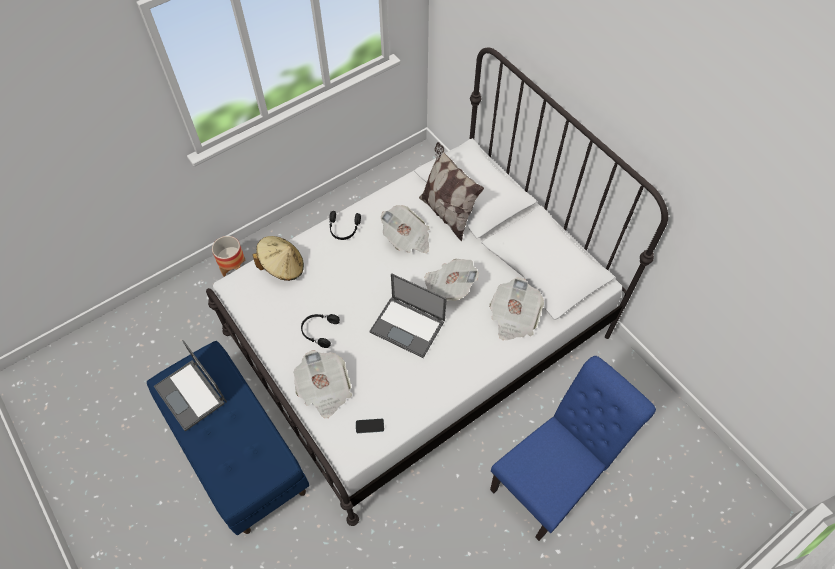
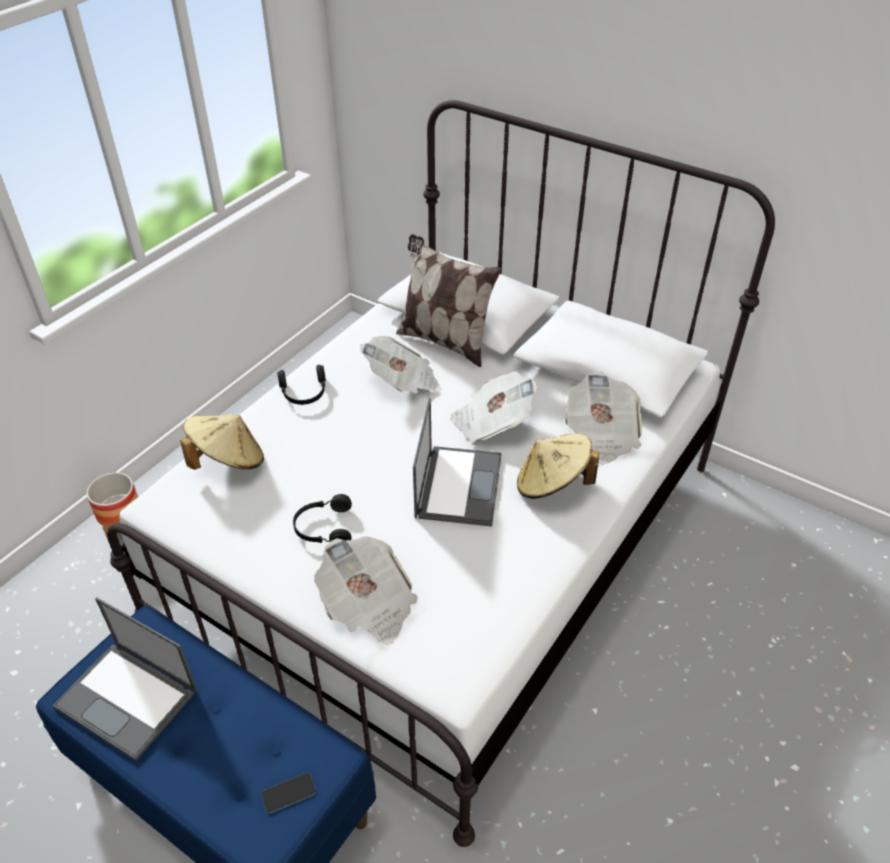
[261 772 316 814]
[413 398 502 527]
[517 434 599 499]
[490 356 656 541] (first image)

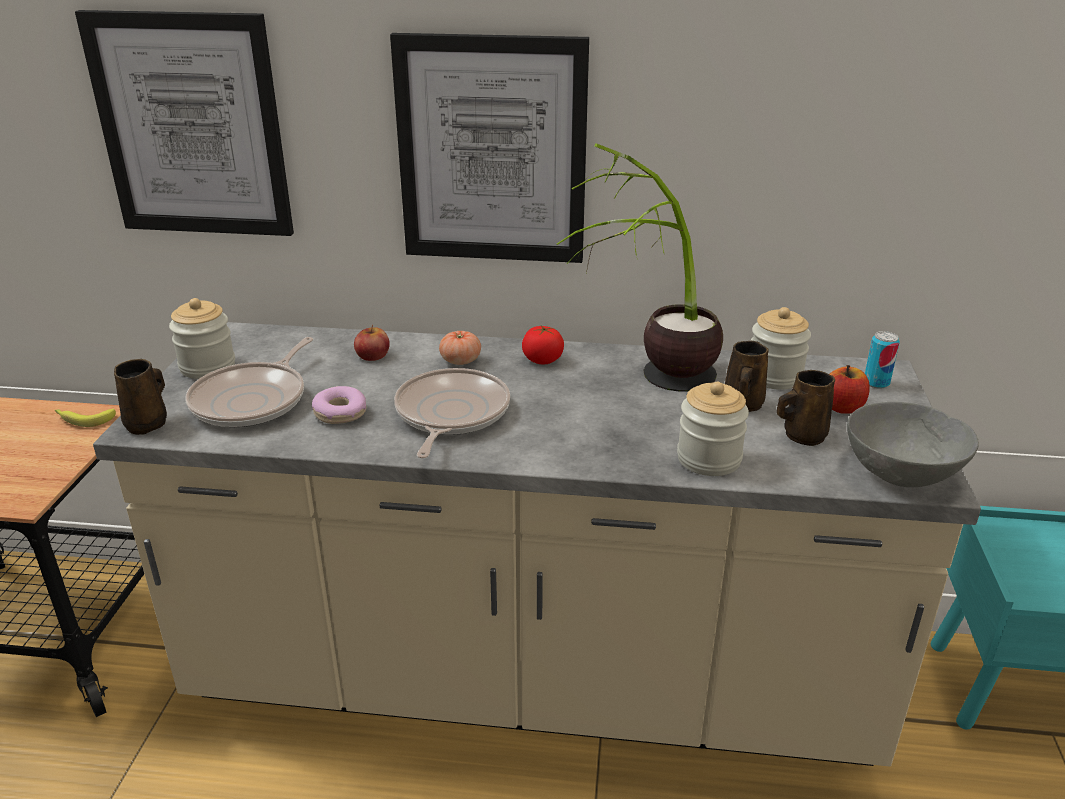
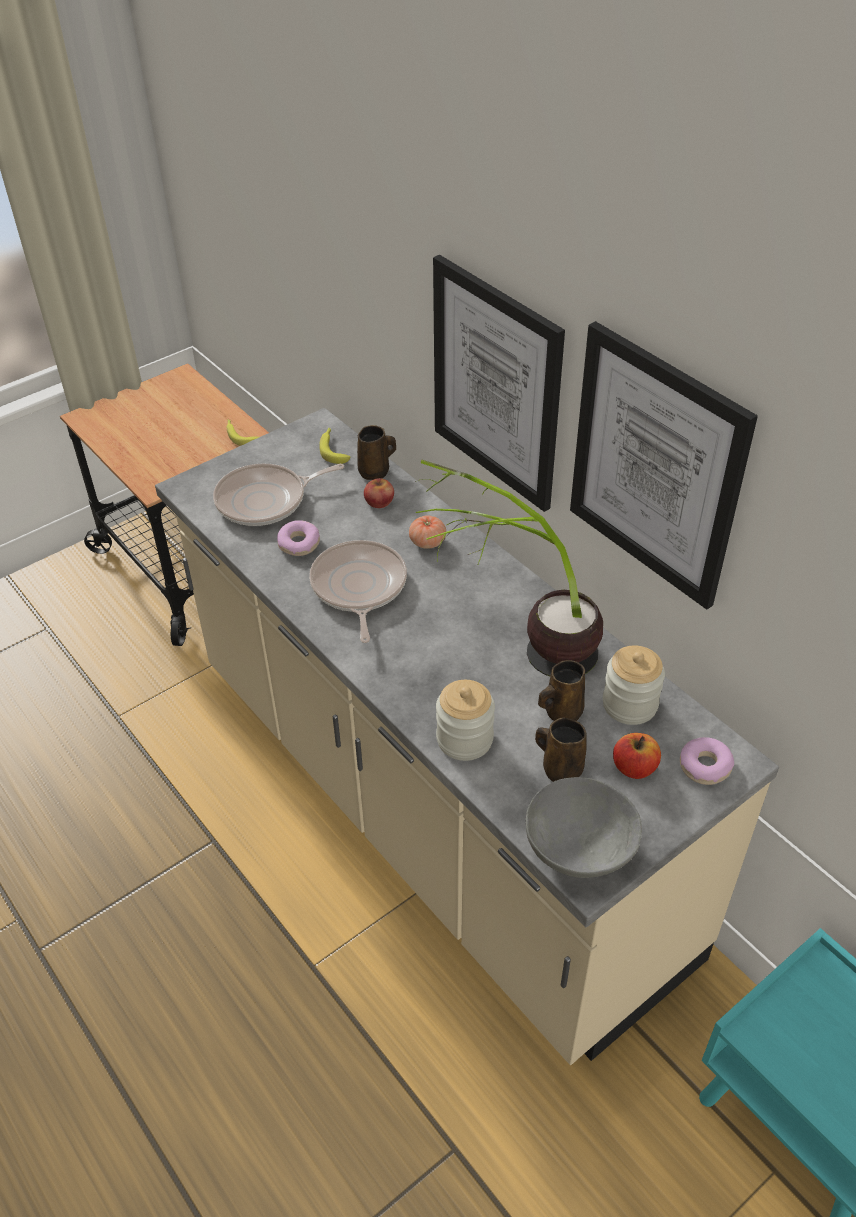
[309 540 407 643]
[319 428 350 464]
[357 425 396 480]
[570 321 758 610]
[680 737 734 785]
[169 298 235 379] (first image)
[522 326 564 365] (first image)

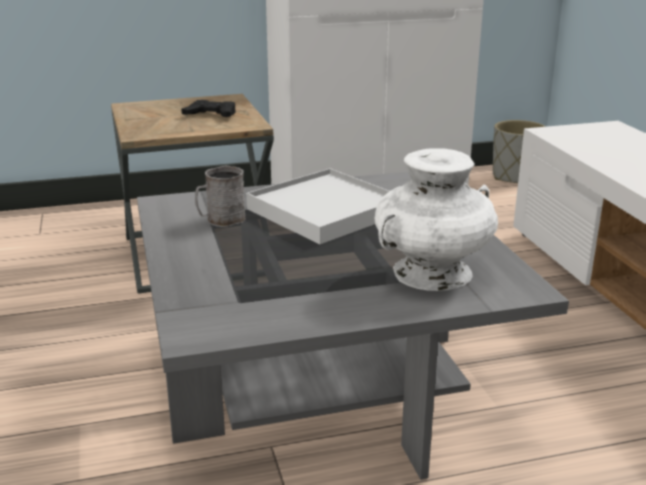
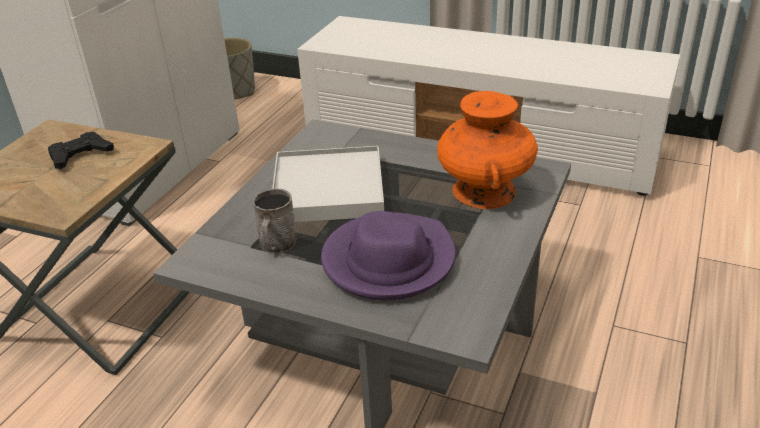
[321 211 456 300]
[437 91 538 209]

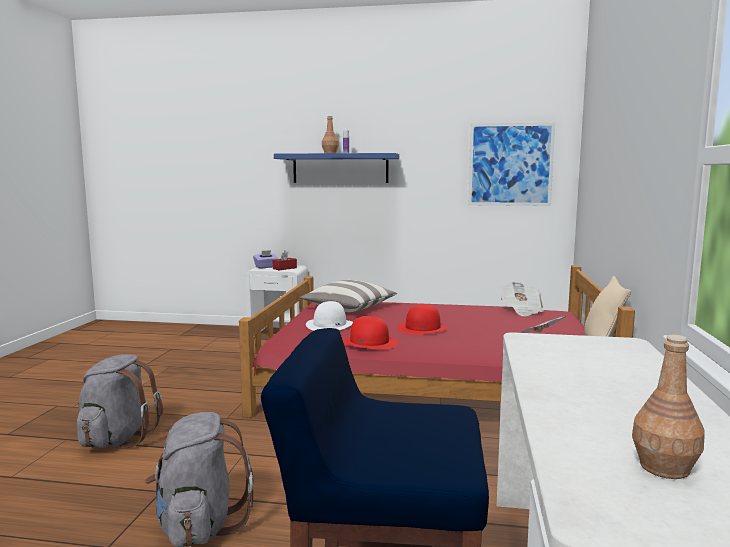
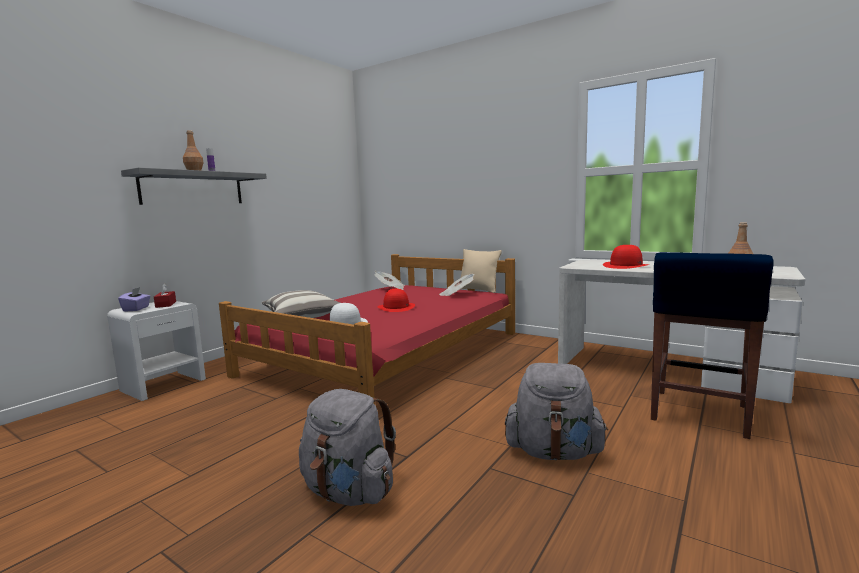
[121 167 267 205]
[603 245 649 269]
[468 122 555 206] (first image)

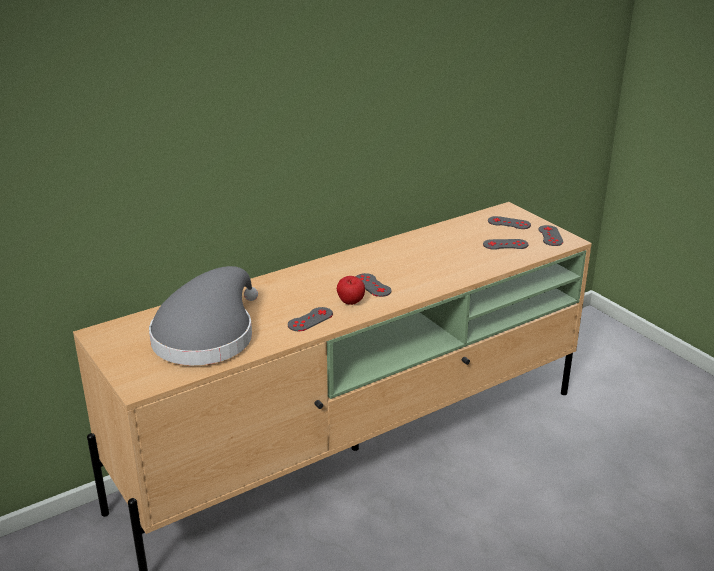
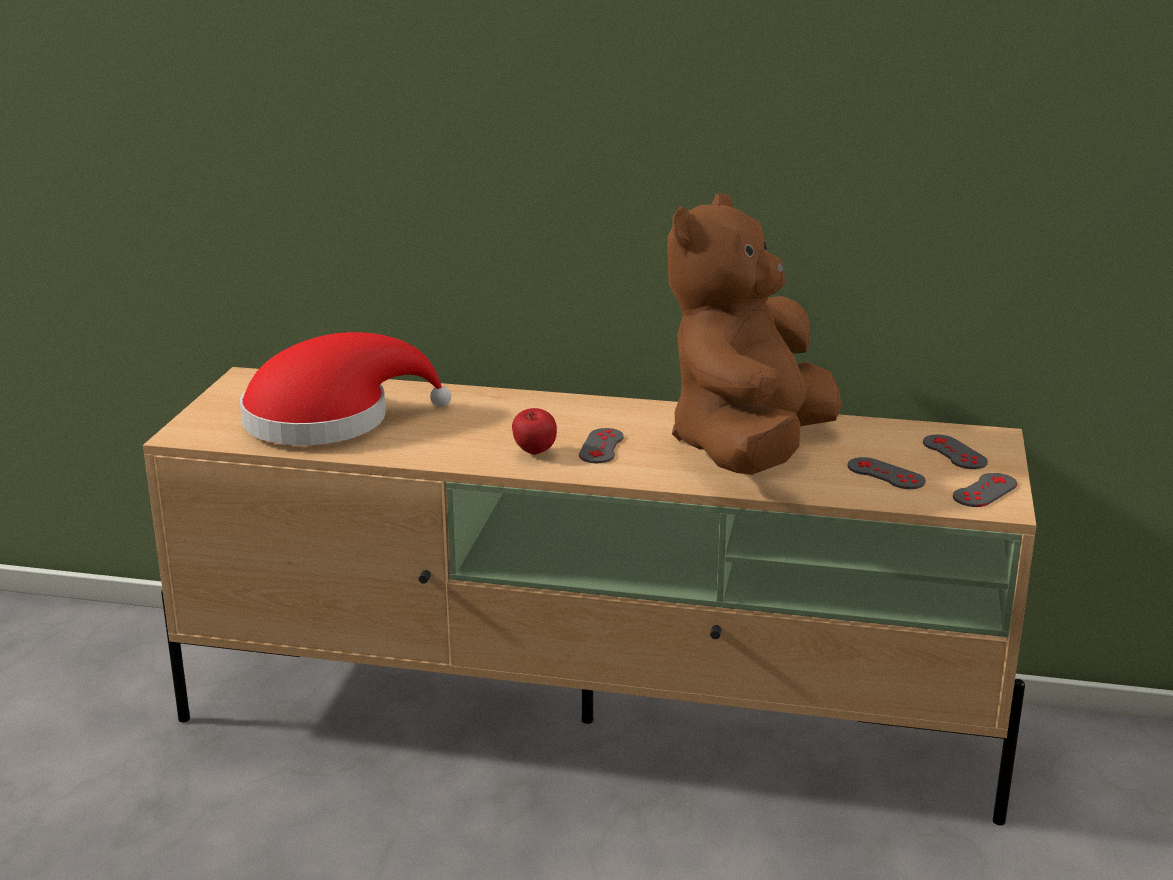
[240 332 451 445]
[668 193 842 475]
[288 307 333 331] (first image)

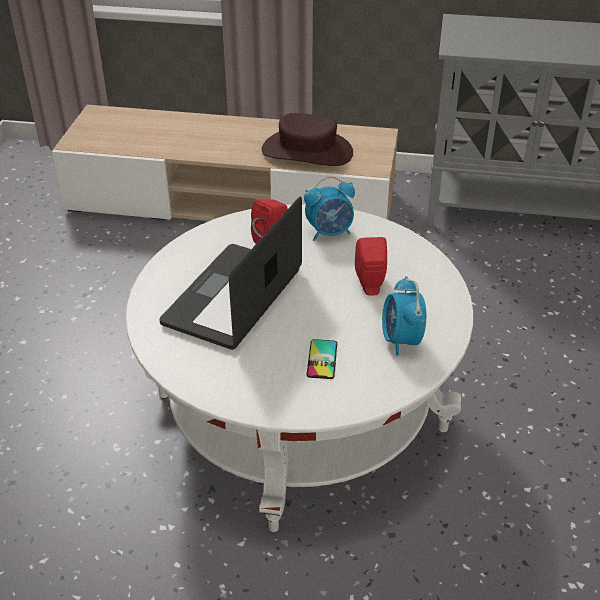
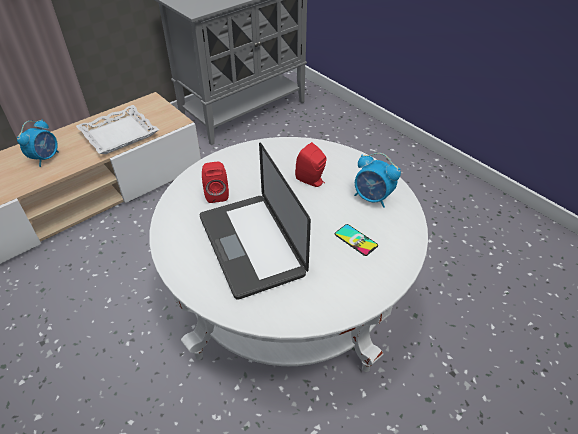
[17 119 59 167]
[76 105 159 154]

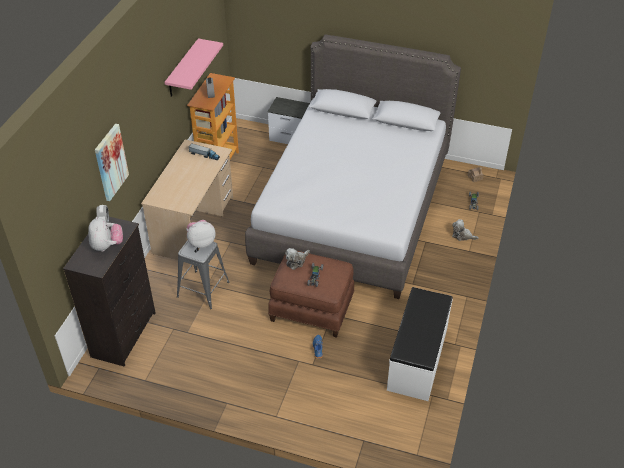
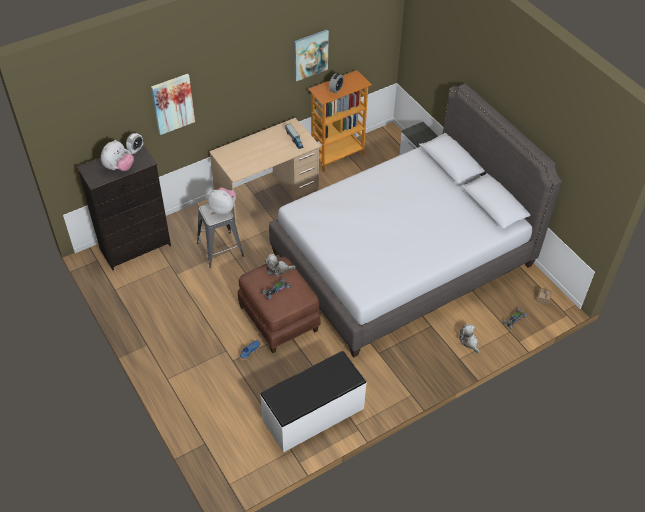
[294 30 329 81]

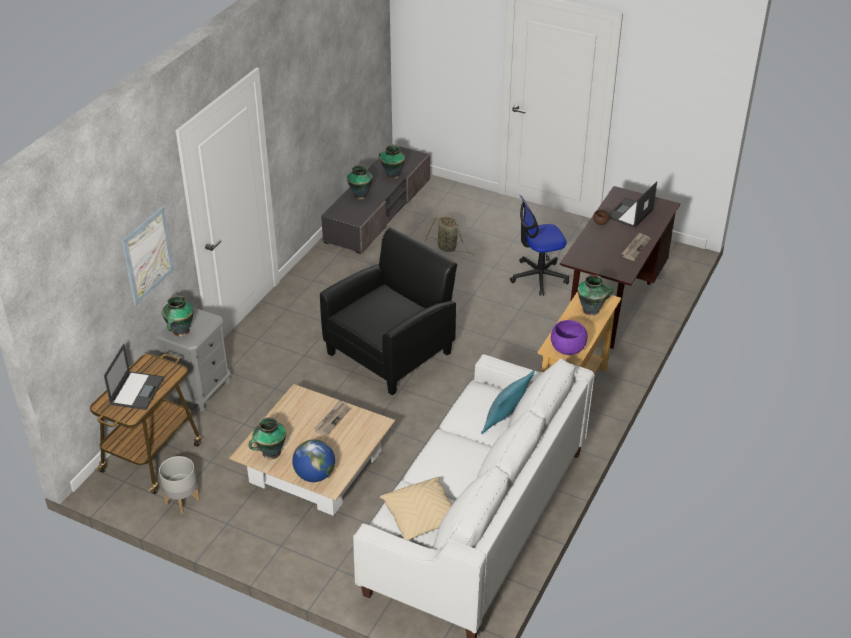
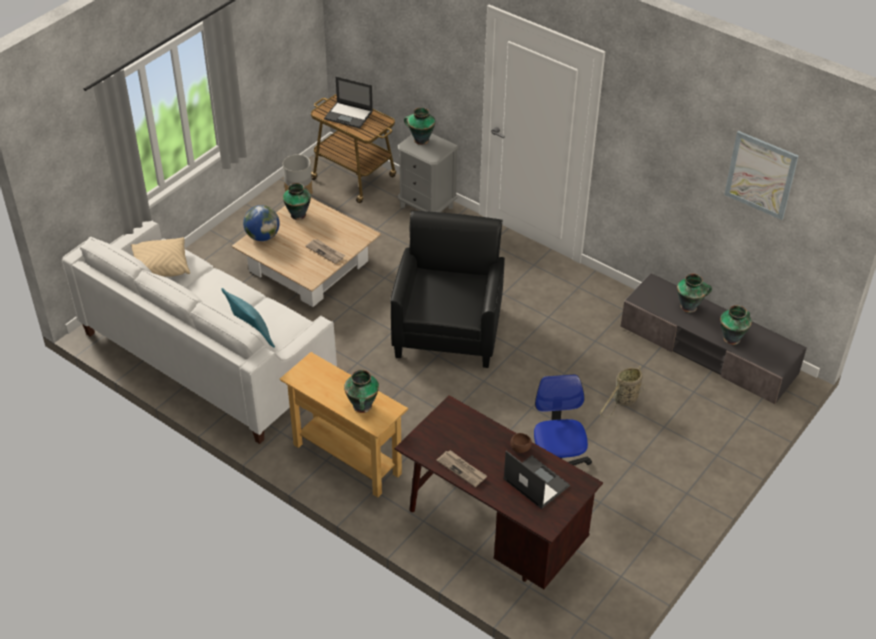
[390 211 505 368]
[724 131 799 220]
[551 320 587 355] (first image)

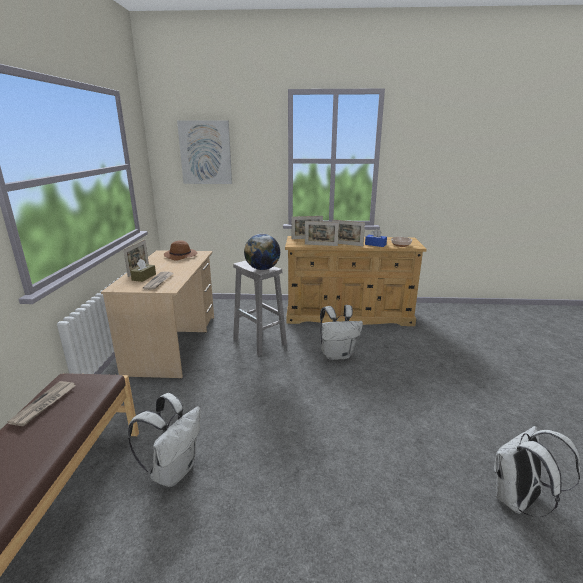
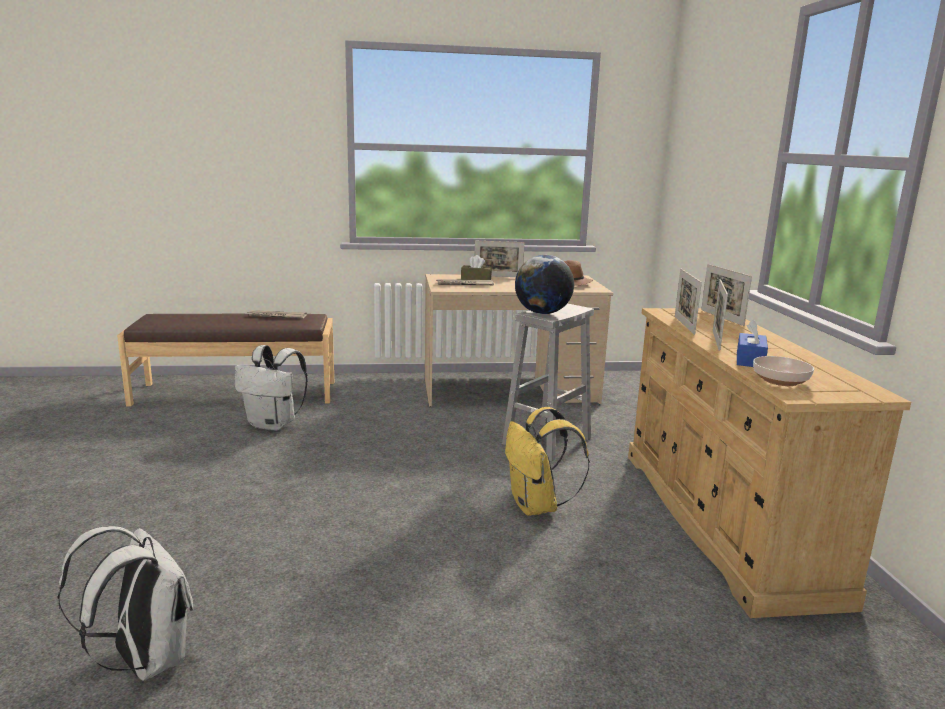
[505 407 590 516]
[177 120 232 184] (first image)

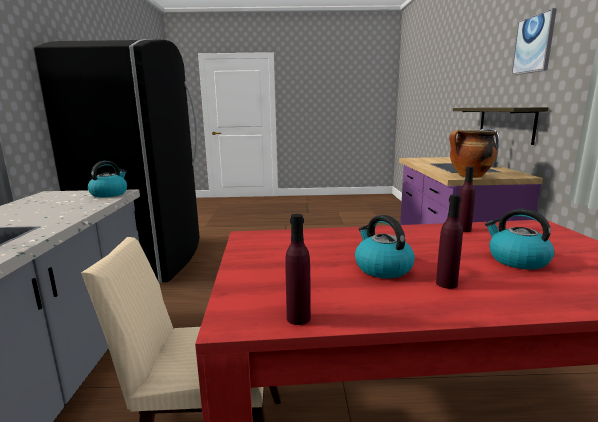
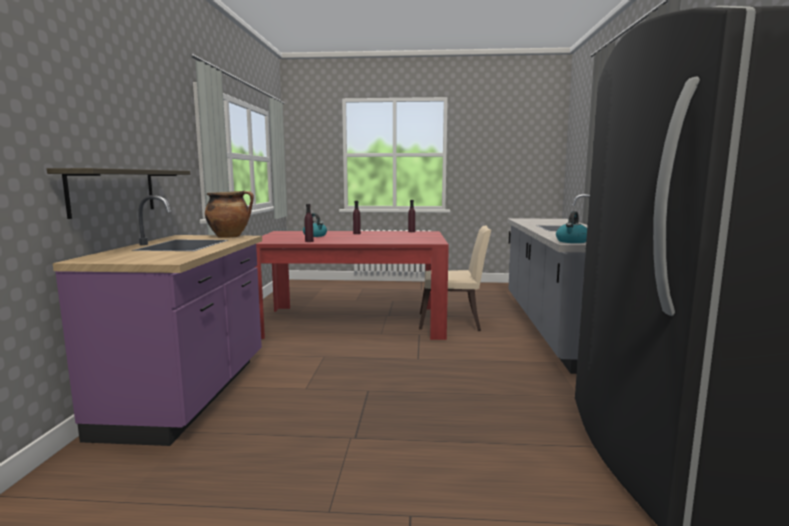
[355 215 415 278] (first image)
[511 8 557 75] (first image)

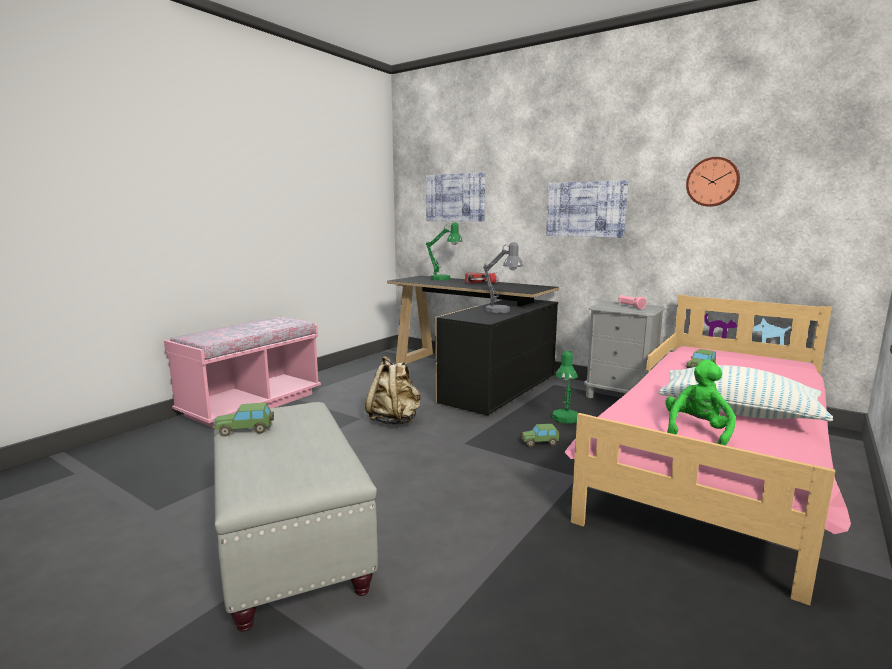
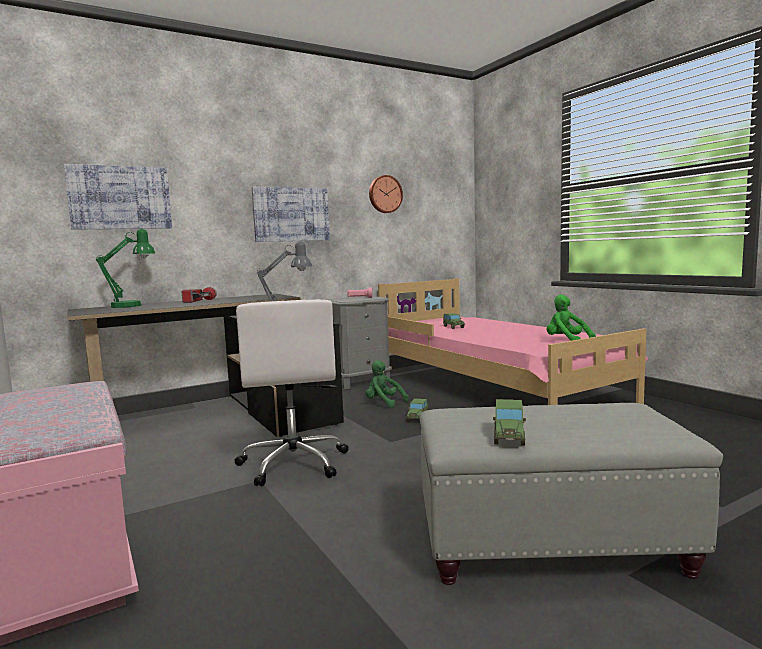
[234 299 349 486]
[366 360 409 408]
[658 365 833 421] (first image)

